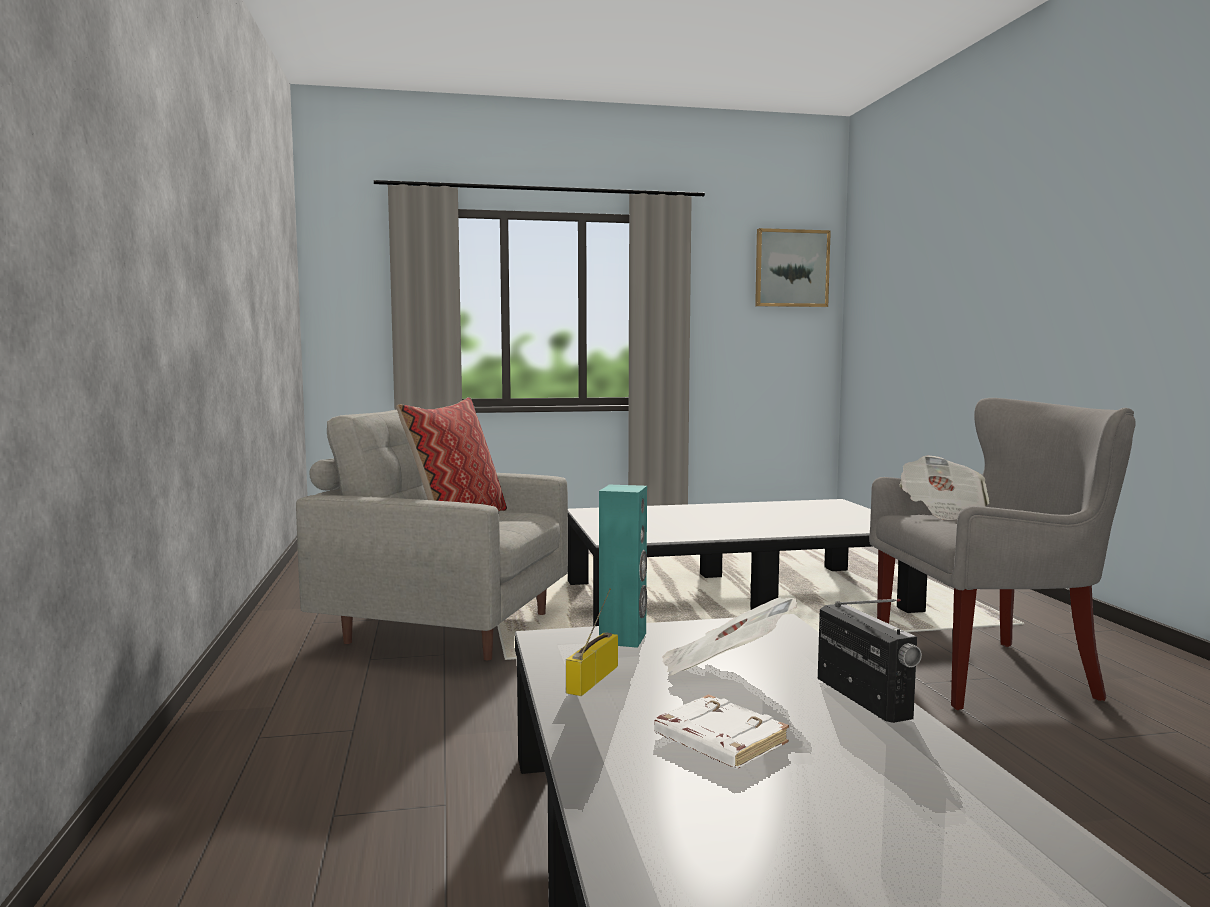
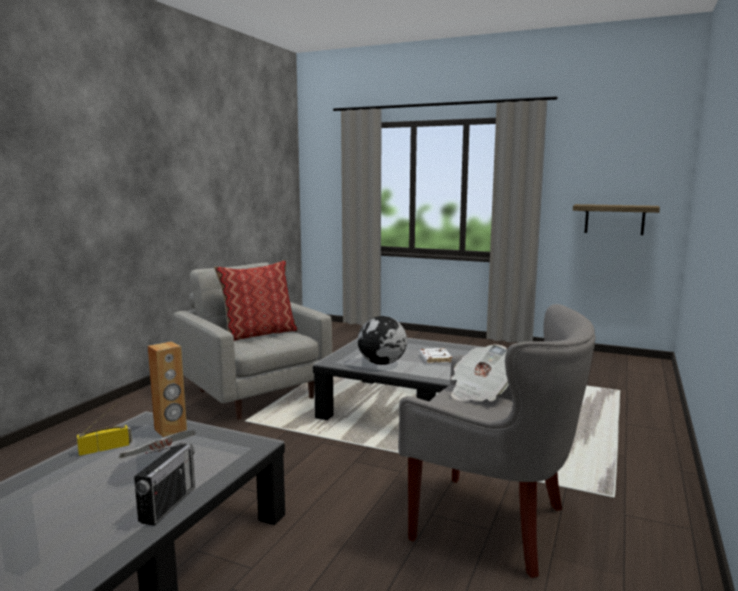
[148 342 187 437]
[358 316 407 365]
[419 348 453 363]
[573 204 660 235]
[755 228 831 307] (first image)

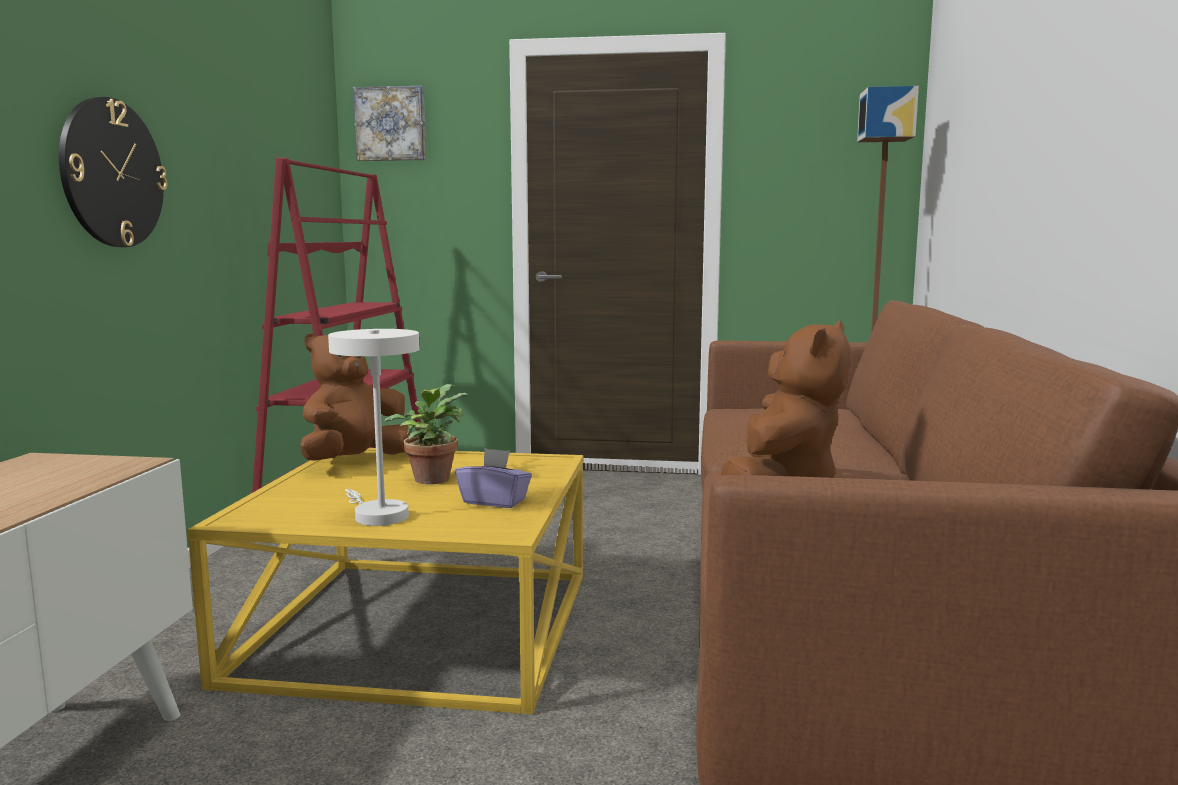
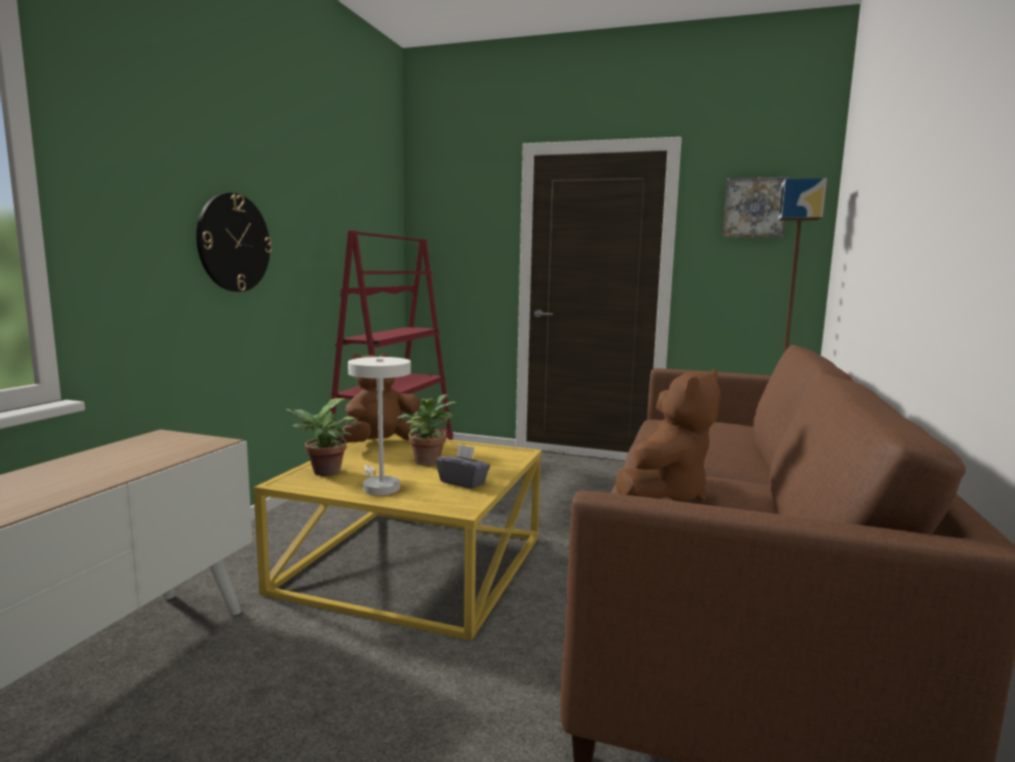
[281 398 357 476]
[436 444 490 489]
[722 177 789 238]

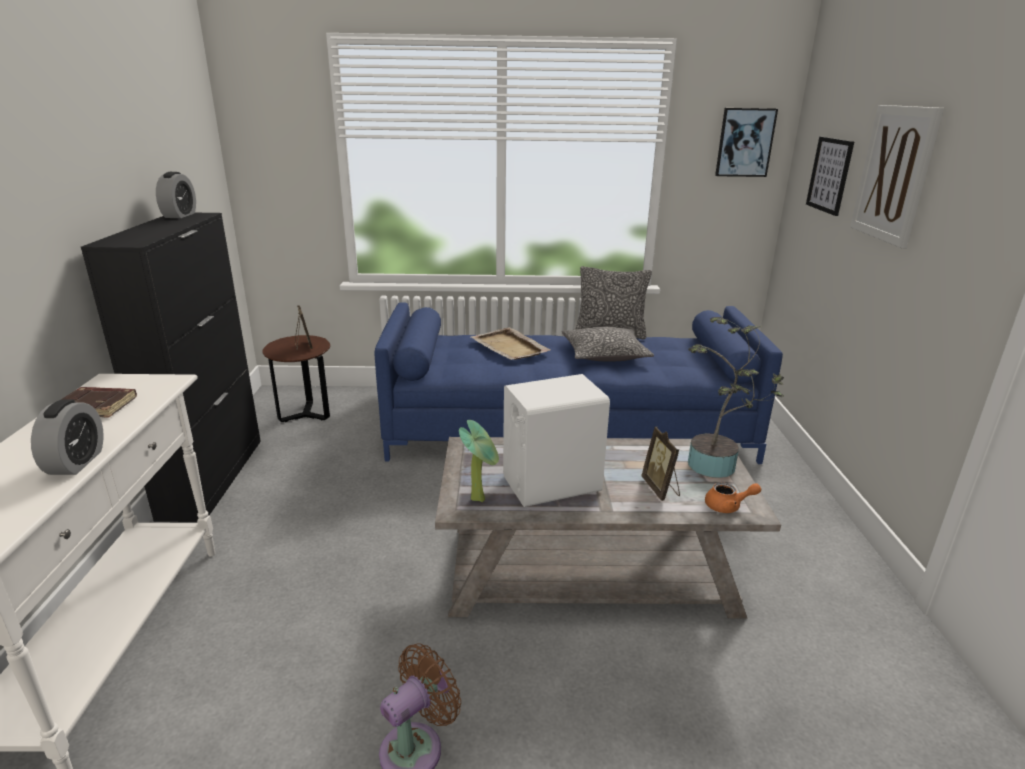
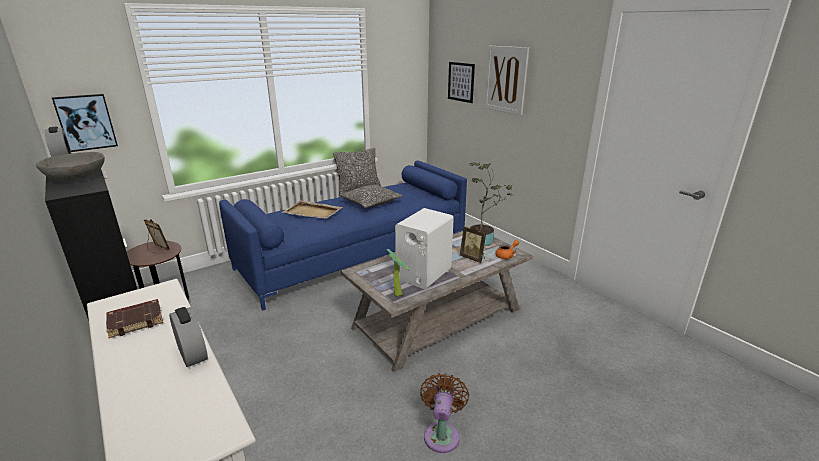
[36 152 105 181]
[52 94 118 152]

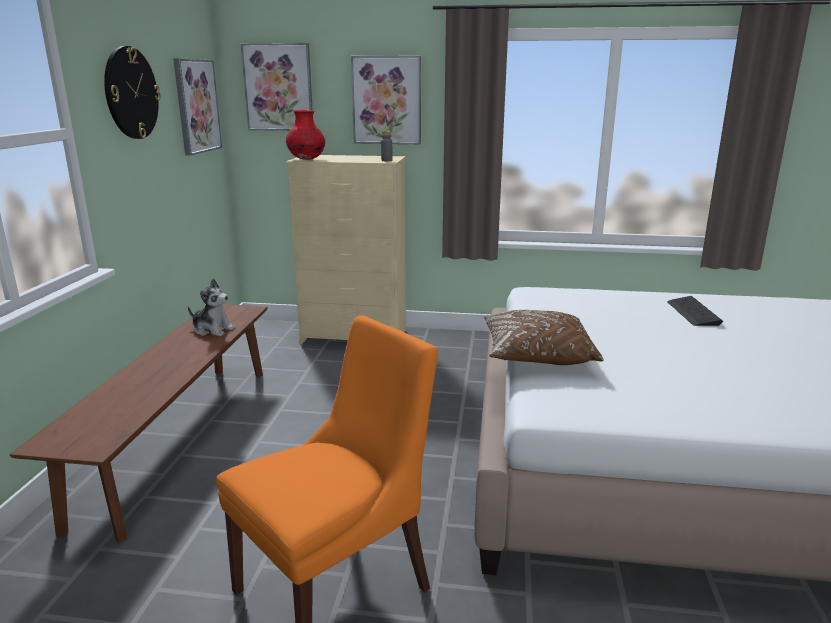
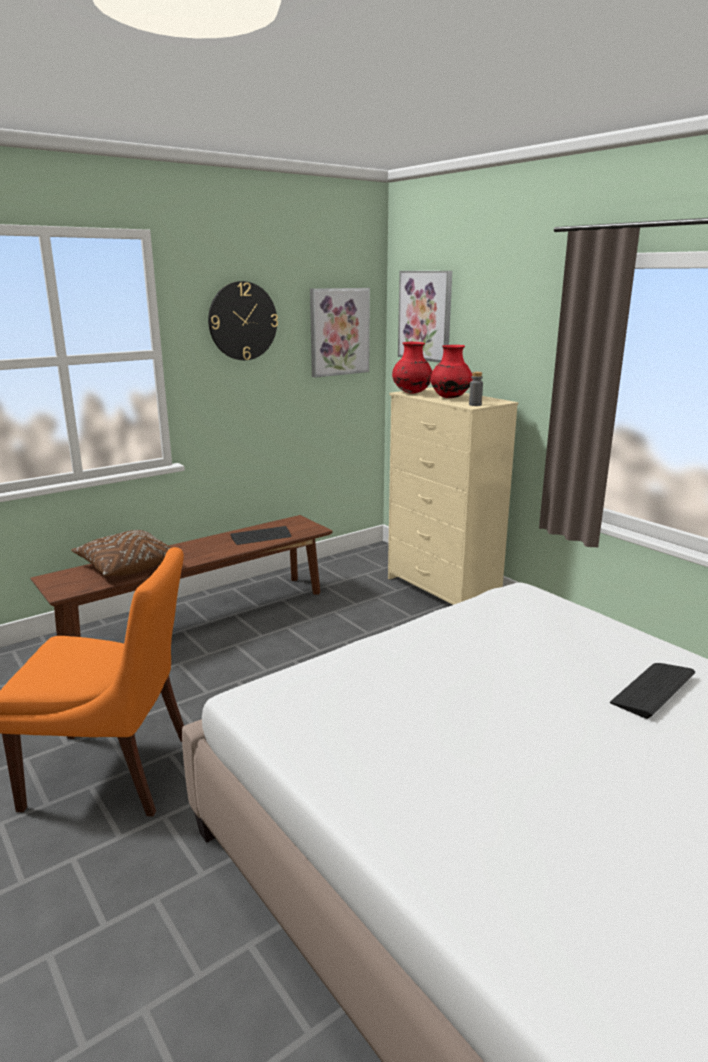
[71 530 172 576]
[230 526 291 545]
[431 345 472 398]
[351 56 421 144] (first image)

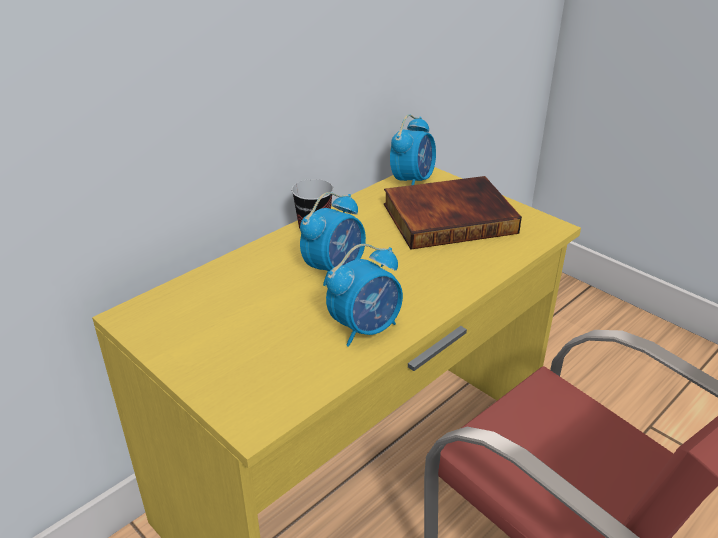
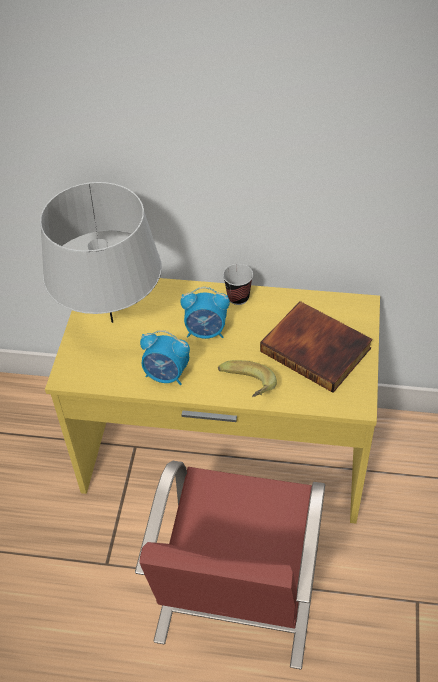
[40 182 162 323]
[218 360 277 397]
[390 114 436 185] (first image)

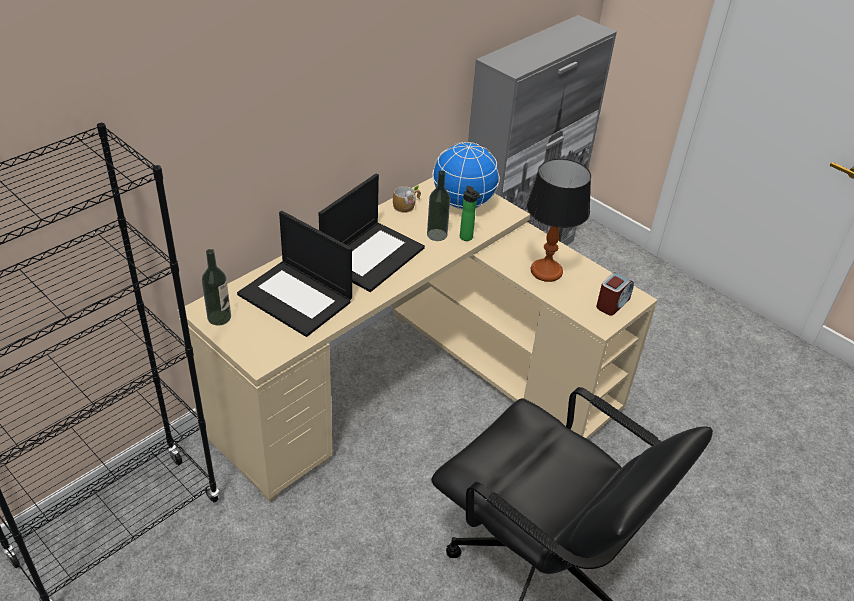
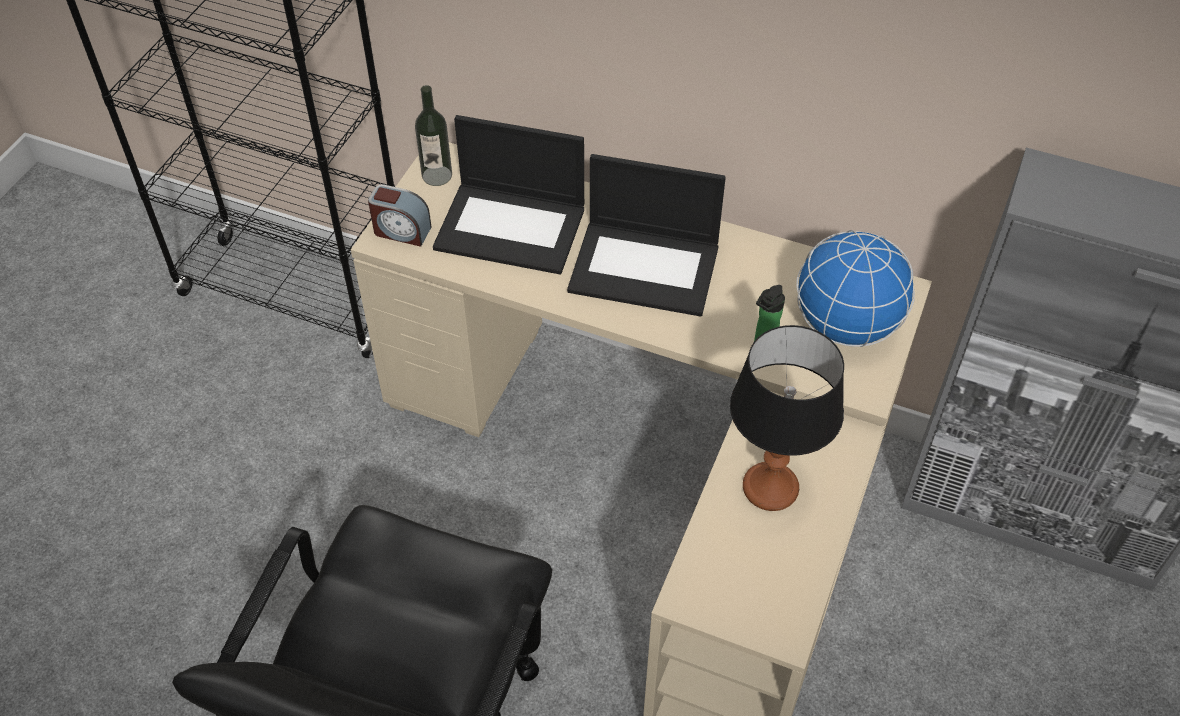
[368 184 431 247]
[433 115 584 274]
[393 186 421 213] (first image)
[427 170 450 241] (first image)

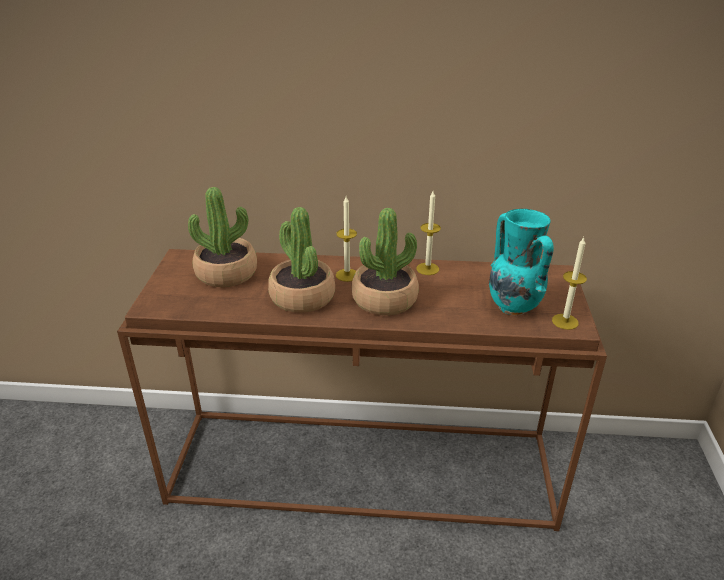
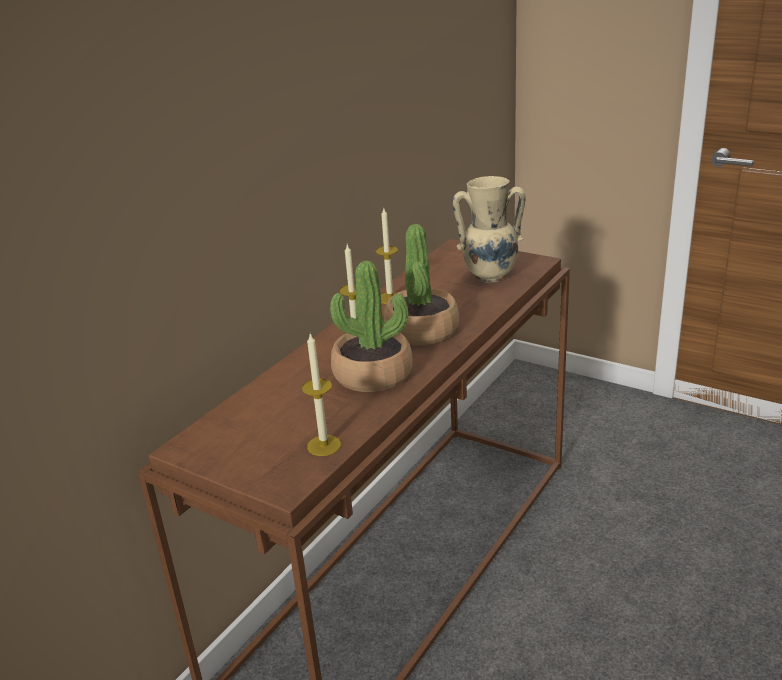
[302 334 341 456]
[453 176 526 283]
[188 187 257 287] (first image)

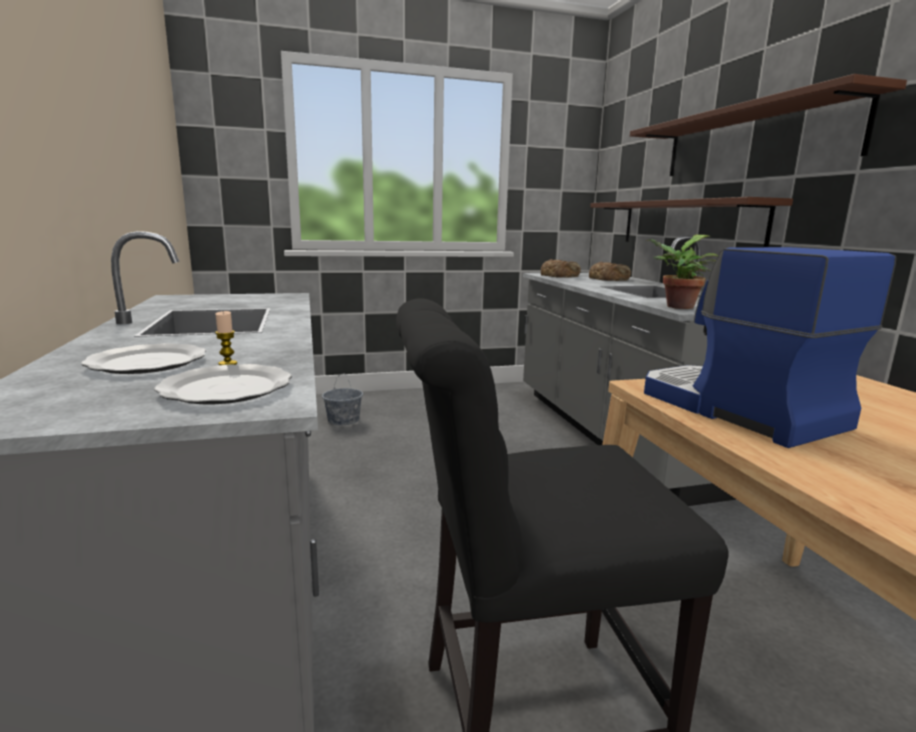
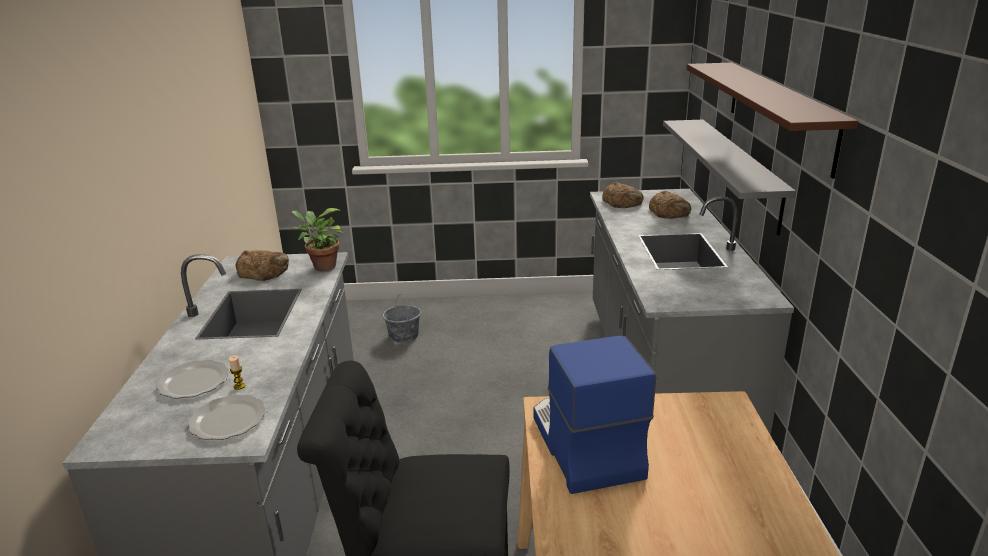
[235 250 289 281]
[292 208 343 271]
[663 120 796 236]

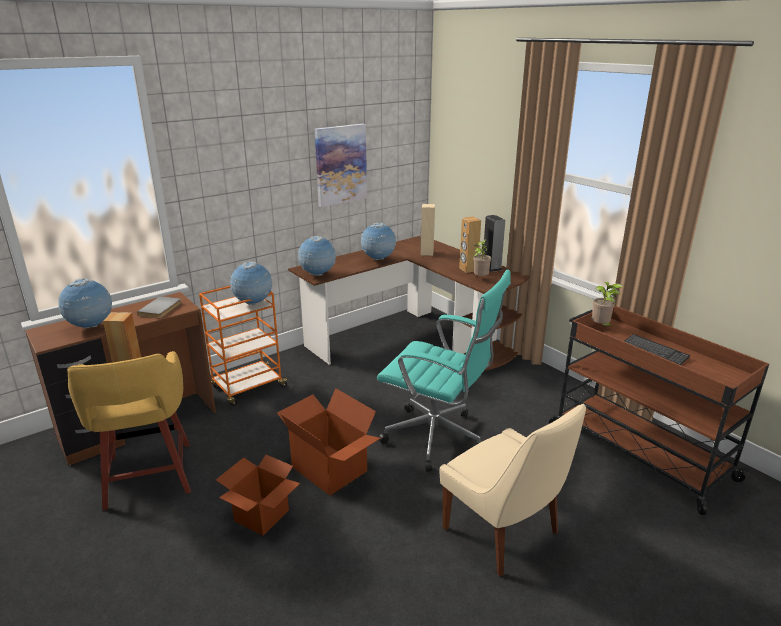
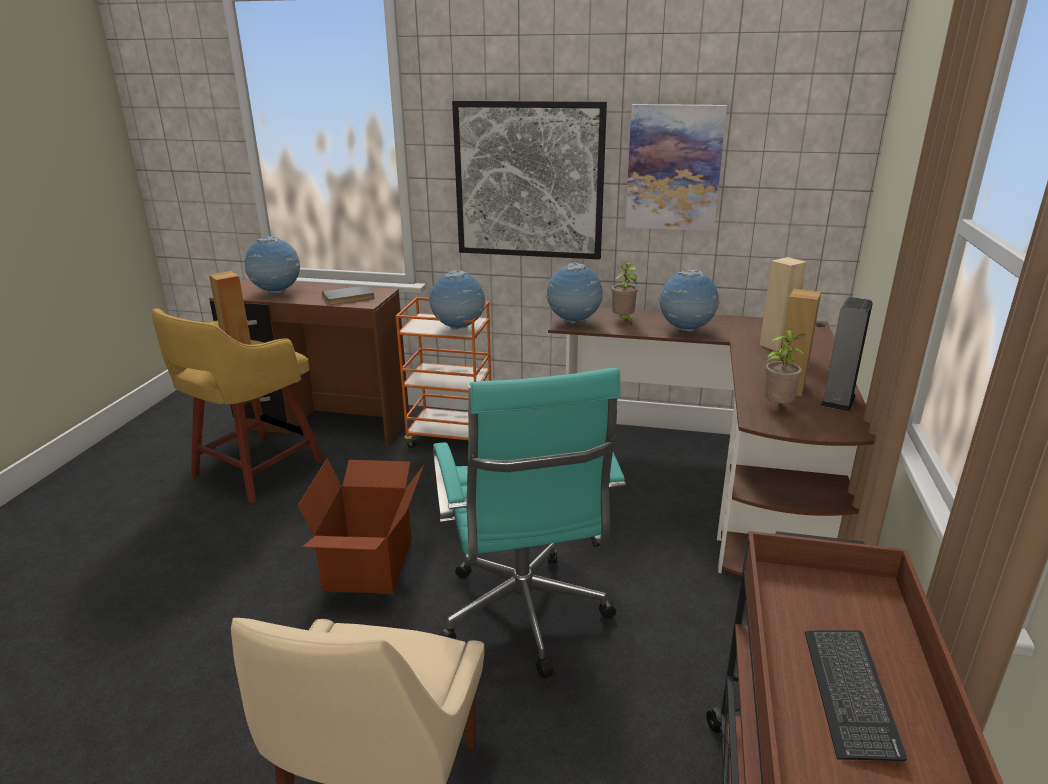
[452 100 607 259]
[612 262 638 325]
[216 455 300 536] (first image)

